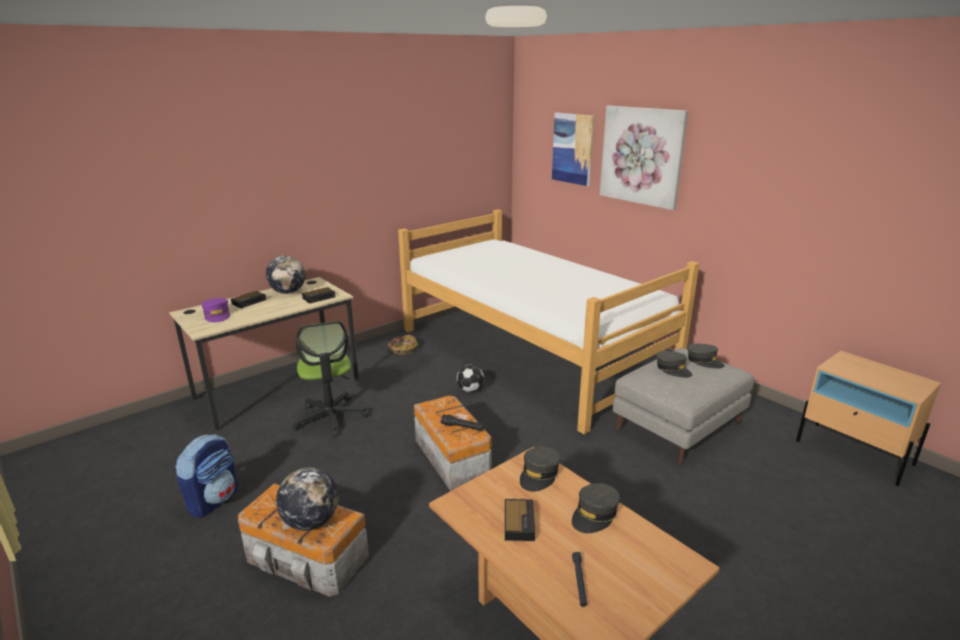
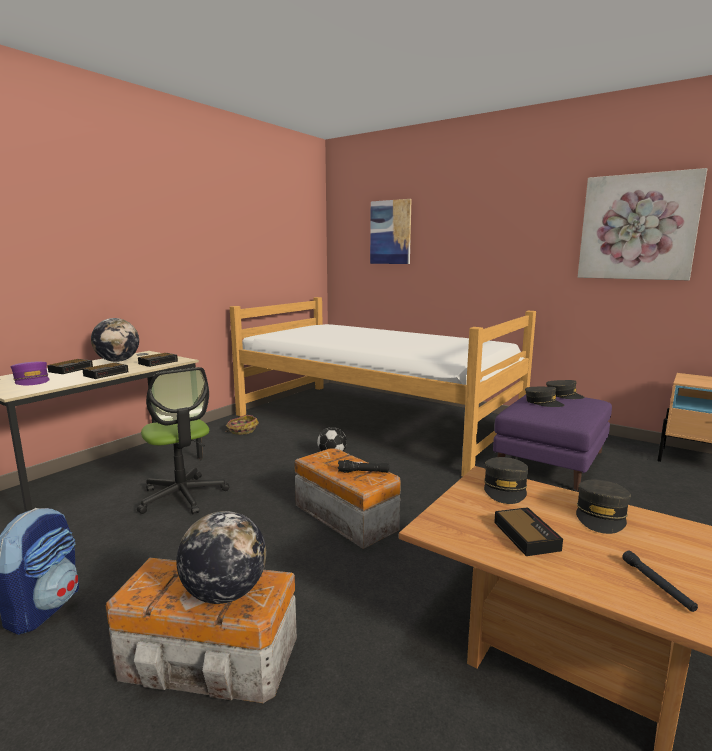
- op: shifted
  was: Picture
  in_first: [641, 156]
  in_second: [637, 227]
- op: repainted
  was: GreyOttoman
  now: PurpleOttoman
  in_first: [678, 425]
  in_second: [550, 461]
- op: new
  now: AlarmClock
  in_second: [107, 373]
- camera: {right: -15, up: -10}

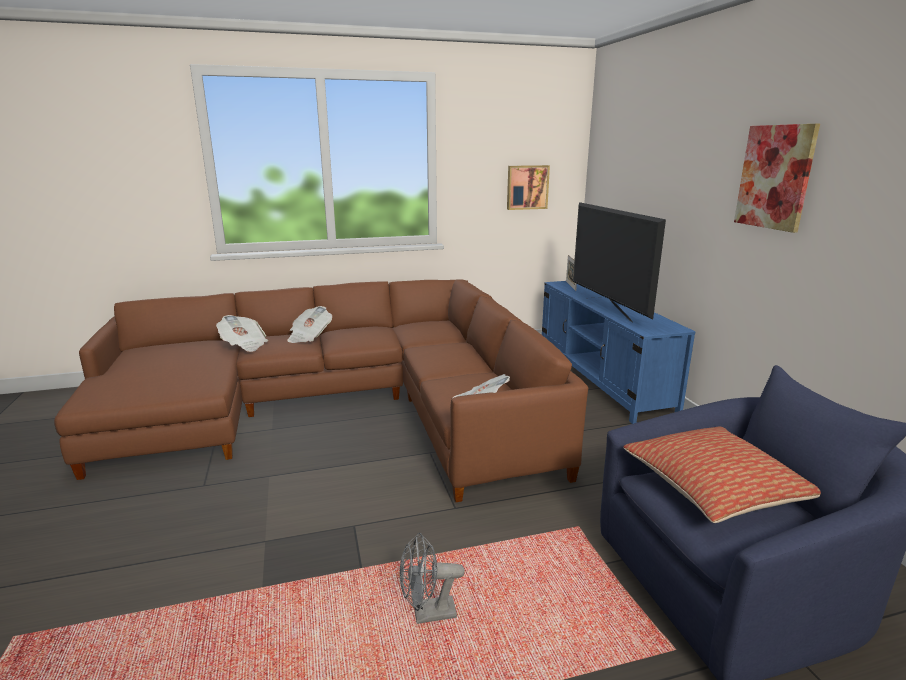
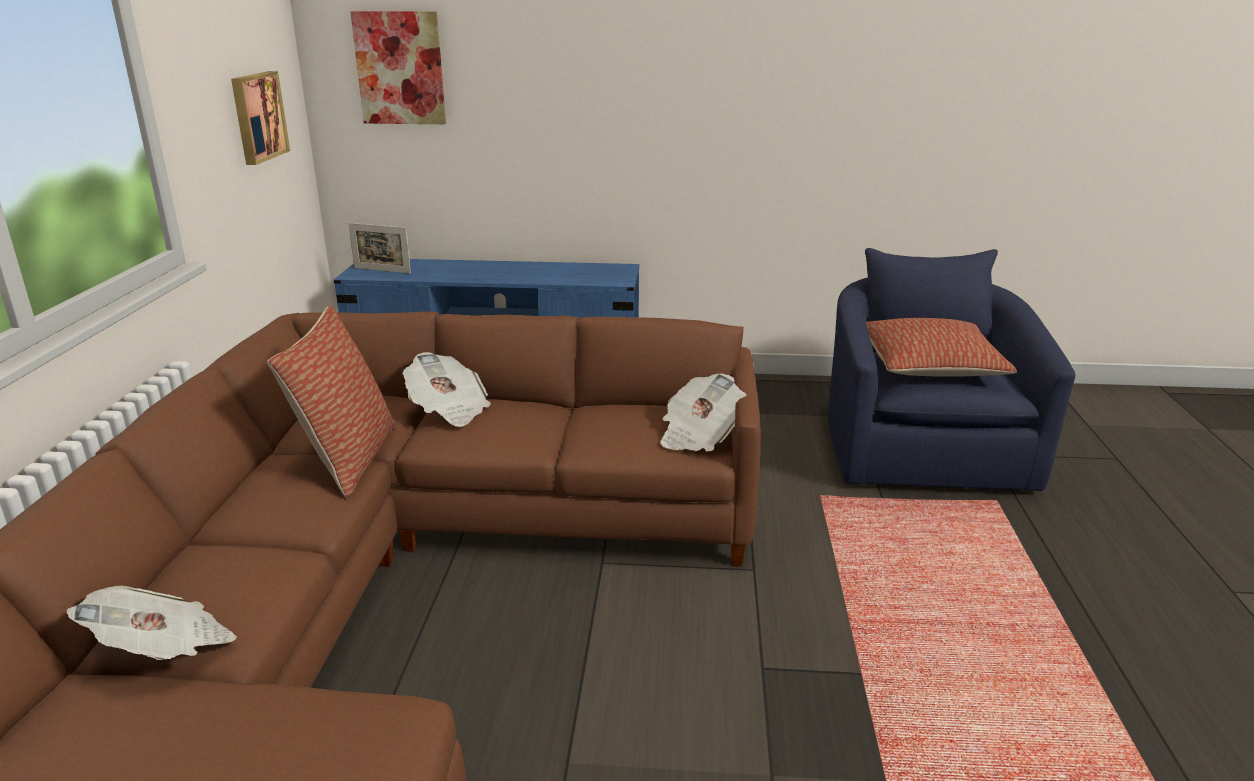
- op: shifted
  was: Picture
  in_first: [775, 177]
  in_second: [400, 68]
- op: gone
  was: Television
  in_first: [608, 309]
- op: shifted
  was: Newspaper
  in_first: [309, 336]
  in_second: [449, 409]
- op: gone
  was: GreyFan
  in_first: [427, 614]
- op: new
  now: Pillow
  in_second: [348, 459]
- camera: {right: -70, up: 5}

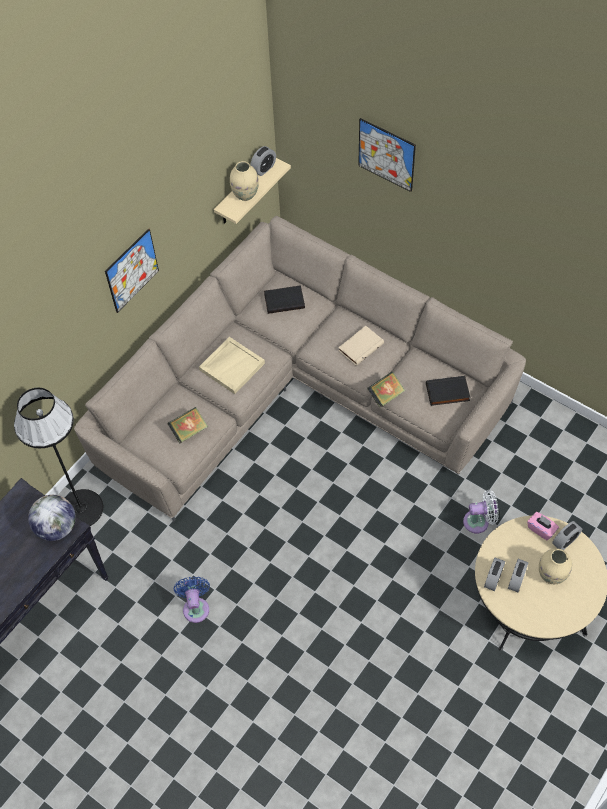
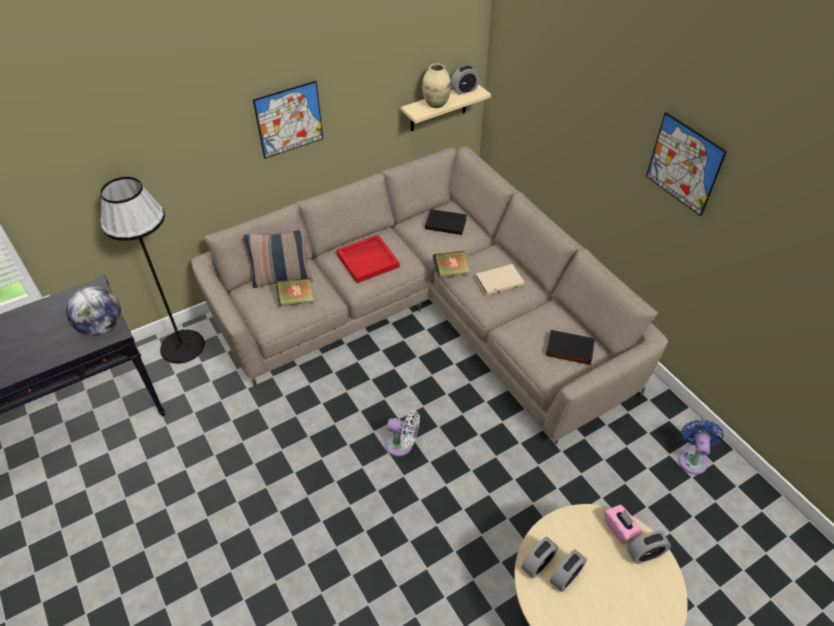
- op: shifted
  was: Picture
  in_first: [386, 155]
  in_second: [684, 164]
- op: repainted
  was: BeigeTray
  now: RedTray
  in_first: [232, 366]
  in_second: [368, 260]
- op: shifted
  was: Book
  in_first: [386, 395]
  in_second: [451, 272]
- op: shifted
  was: WhiteFan
  in_first: [479, 521]
  in_second: [402, 445]
- op: gone
  was: BeigeVase
  in_first: [551, 575]
- op: shifted
  was: BlueFan
  in_first: [196, 607]
  in_second: [692, 458]
- op: new
  now: Pillow
  in_second: [283, 279]
- camera: {right: 20, up: -10}

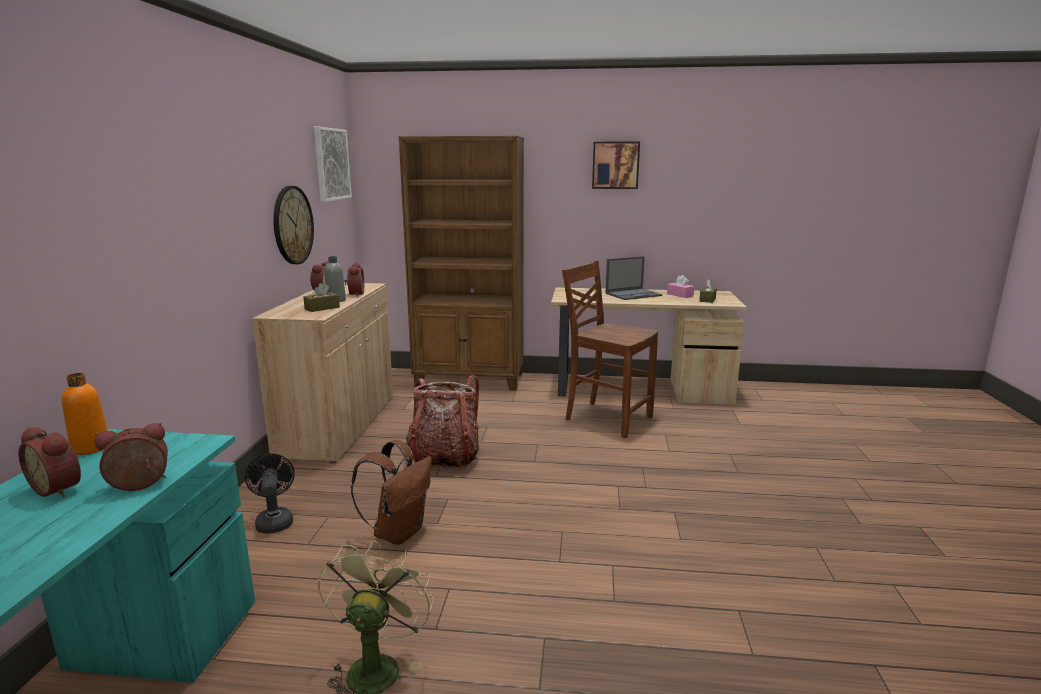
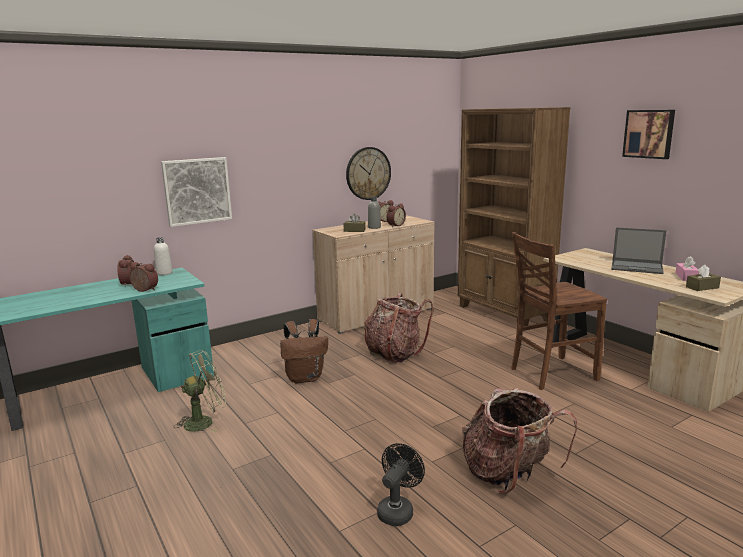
- op: shifted
  was: Picture
  in_first: [331, 164]
  in_second: [197, 191]
- op: rotated
  was: BrownChair
  in_first: [607, 418]
  in_second: [551, 373]
  clockwise: -105
- op: repainted
  was: OrangeBottle
  now: WhiteBottle
  in_first: [91, 448]
  in_second: [164, 273]
- op: shifted
  was: BlackFan
  in_first: [274, 520]
  in_second: [398, 510]
- op: new
  now: Backpack
  in_second: [509, 474]
- camera: {right: 50, up: 0}

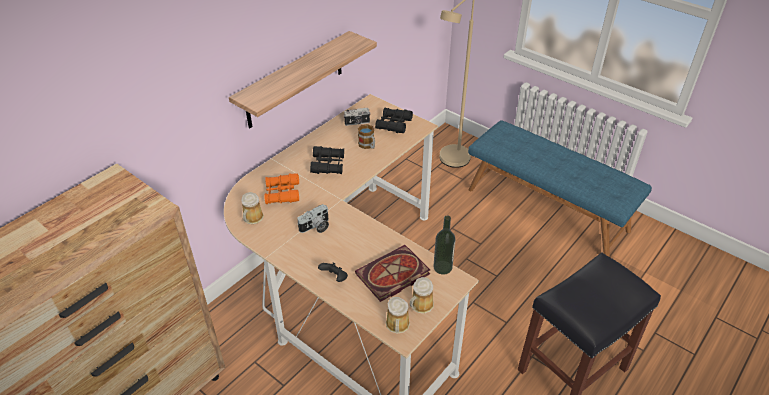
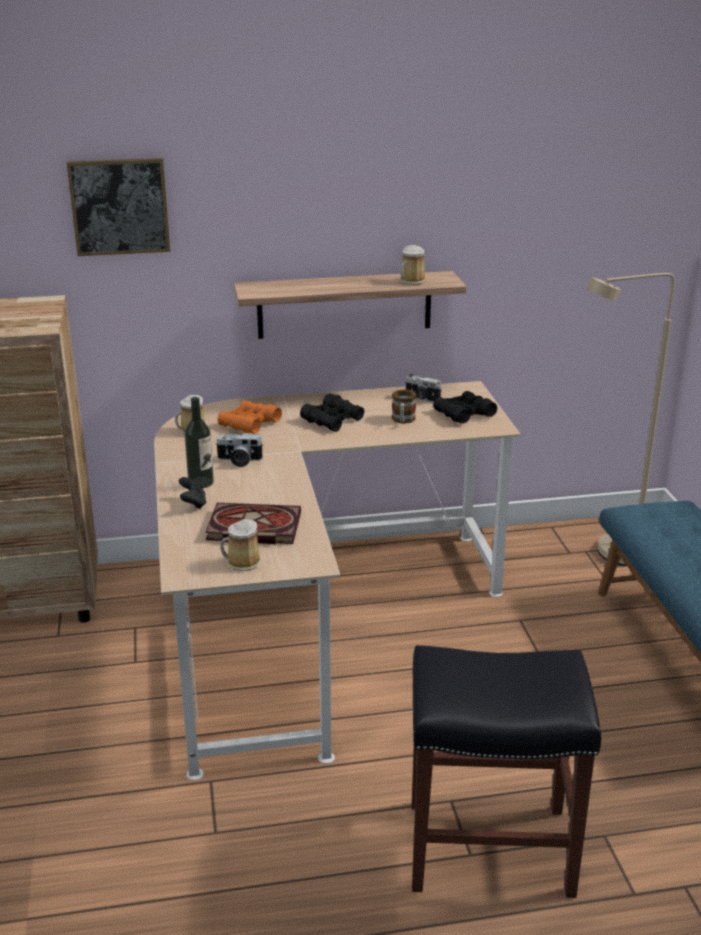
- op: shifted
  was: Bottle
  in_first: [442, 267]
  in_second: [201, 482]
- op: shifted
  was: Mug
  in_first: [397, 325]
  in_second: [411, 281]
- op: new
  now: Picture
  in_second: [119, 206]
- camera: {right: 40, up: -15}

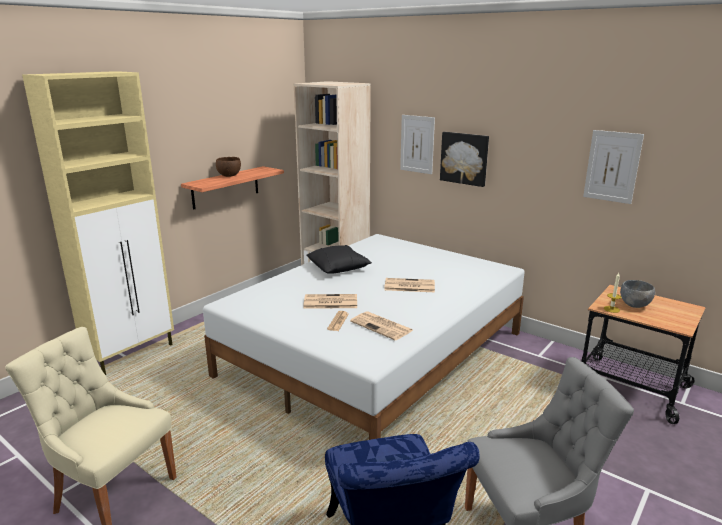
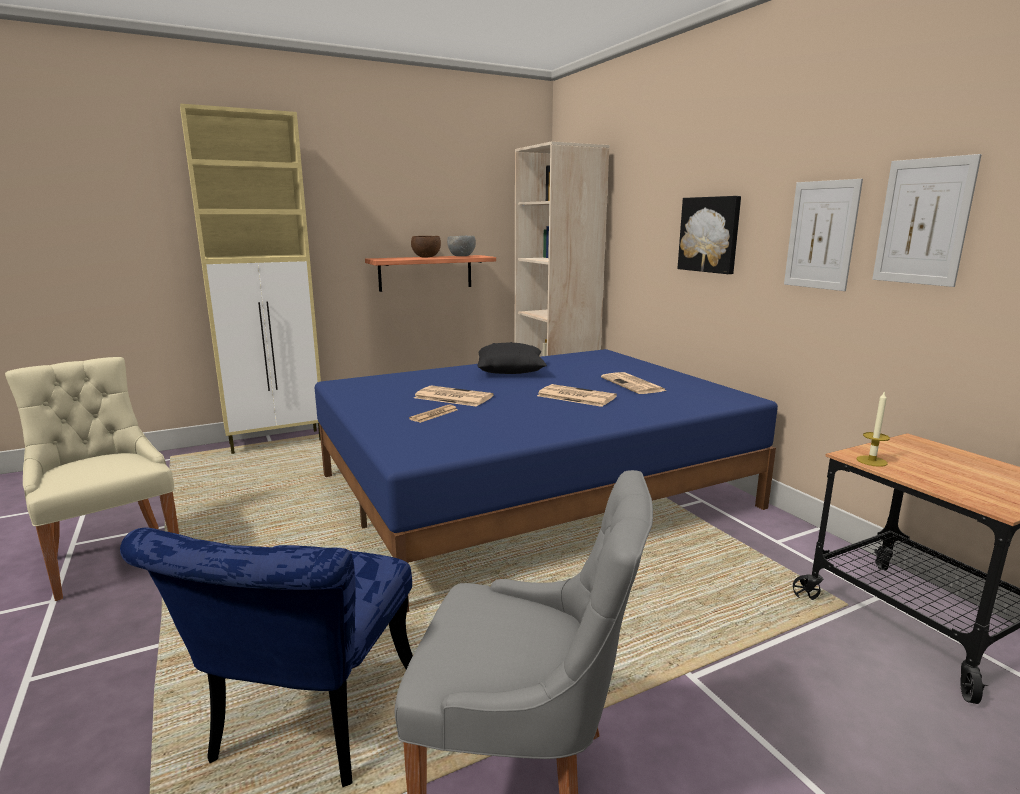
- op: shifted
  was: Picture
  in_first: [417, 144]
  in_second: [821, 235]
- op: repainted
  was: WhiteBed
  now: BlueBed
  in_first: [375, 354]
  in_second: [533, 491]
- op: shifted
  was: GreyBowl
  in_first: [634, 305]
  in_second: [462, 256]
- op: shifted
  was: Newspaper
  in_first: [382, 326]
  in_second: [634, 384]
- camera: {right: 25, up: -5}

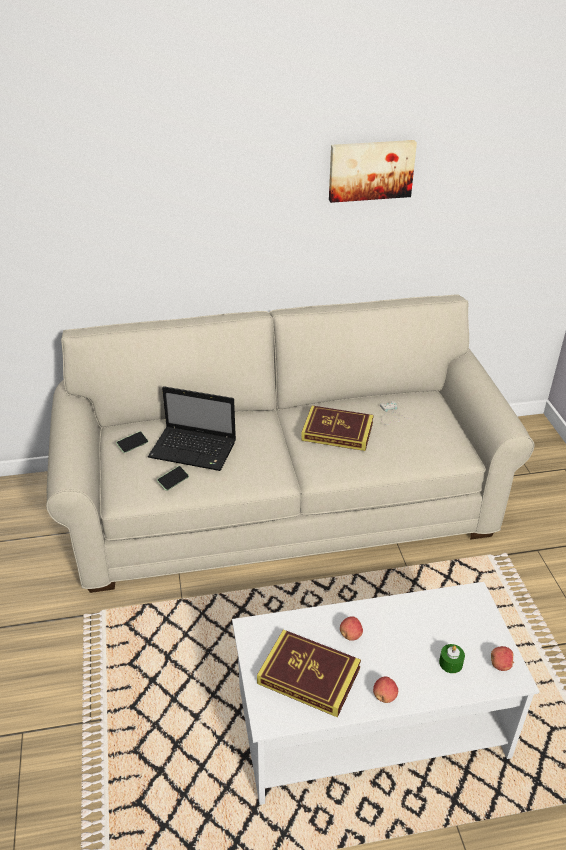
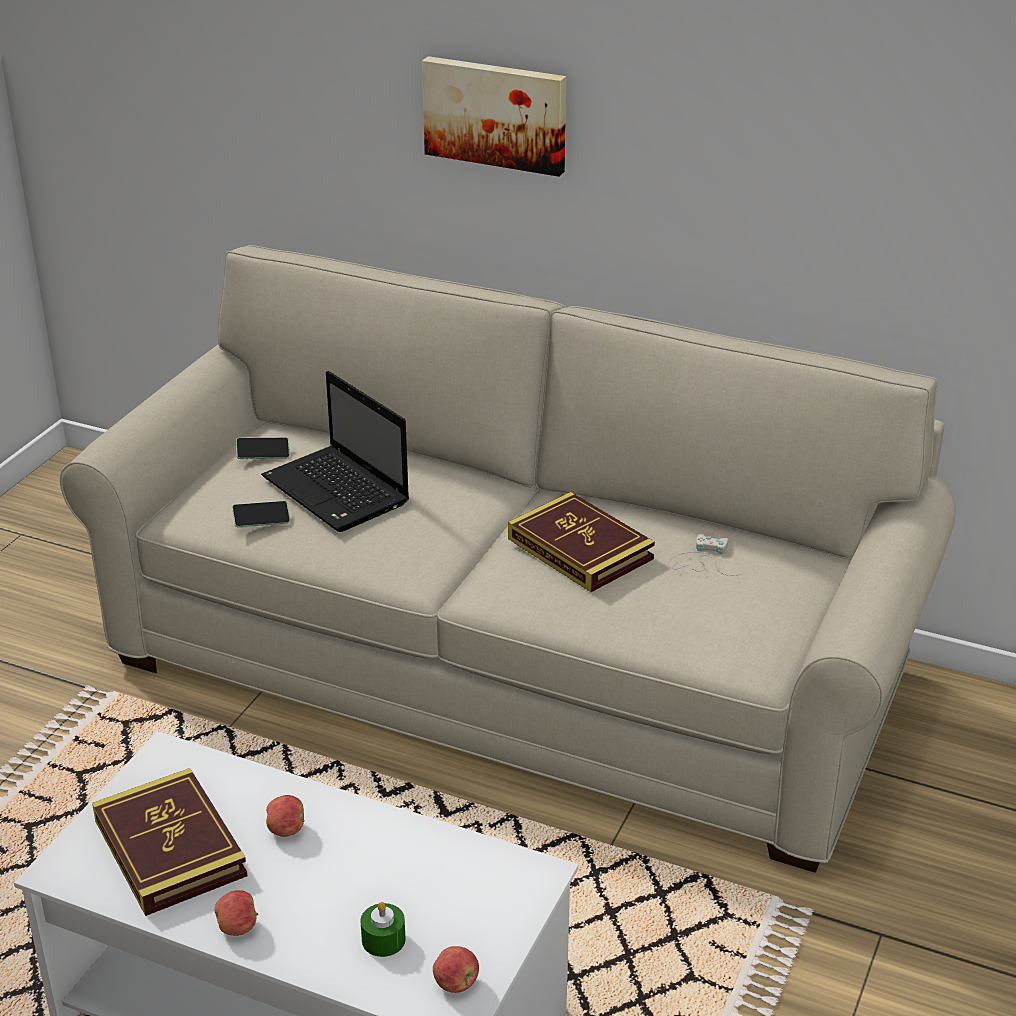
- op: shifted
  was: Picture
  in_first: [370, 170]
  in_second: [496, 114]
- camera: {right: 35, up: -5}

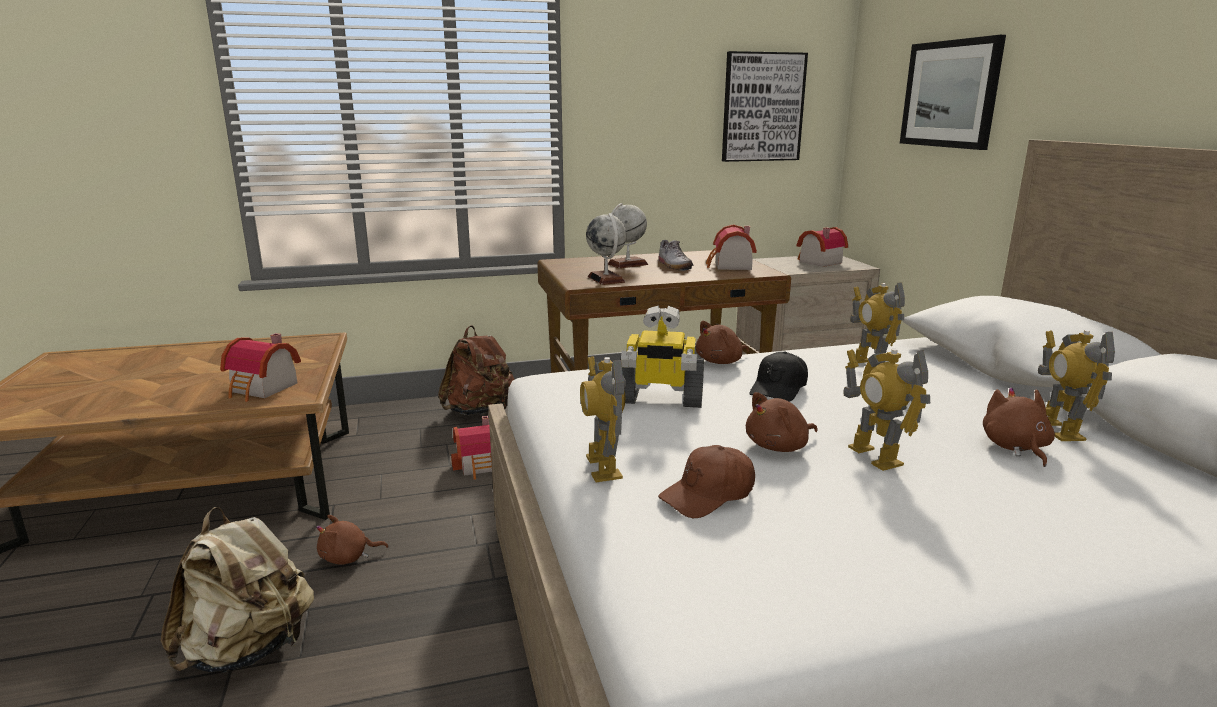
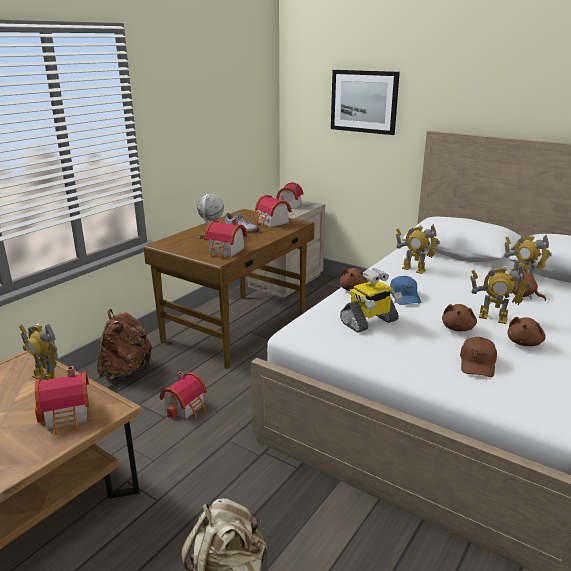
- op: gone
  was: Picture
  in_first: [762, 107]
- op: swapped
  was: Globe
  now: ToyHouse
  in_first: [606, 279]
  in_second: [226, 251]
- op: repainted
  was: BlackCap
  now: BlueCap
  in_first: [779, 389]
  in_second: [404, 296]
- op: shifted
  was: ToyRobot
  in_first: [603, 467]
  in_second: [46, 379]
- op: shifted
  was: BrownPlushToy
  in_first: [348, 557]
  in_second: [524, 342]
- camera: {right: -40, up: 5}

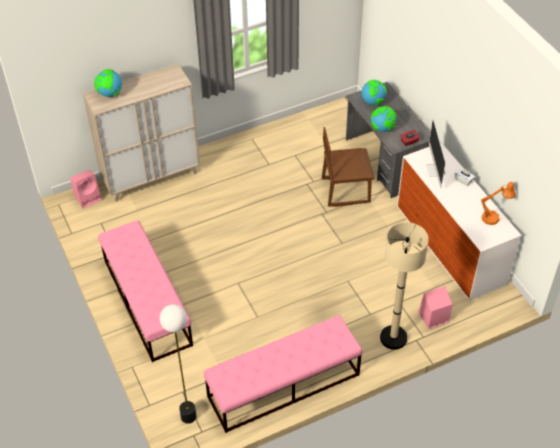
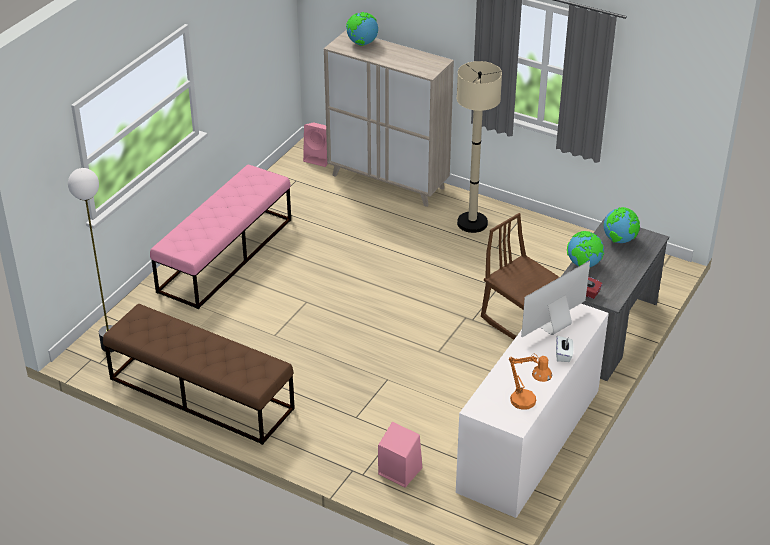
- op: shifted
  was: BeigeFloorLamp
  in_first: [393, 338]
  in_second: [472, 223]
- op: repainted
  was: PinkBench
  now: BrownBench
  in_first: [283, 385]
  in_second: [200, 393]
- camera: {right: 55, up: -10}

